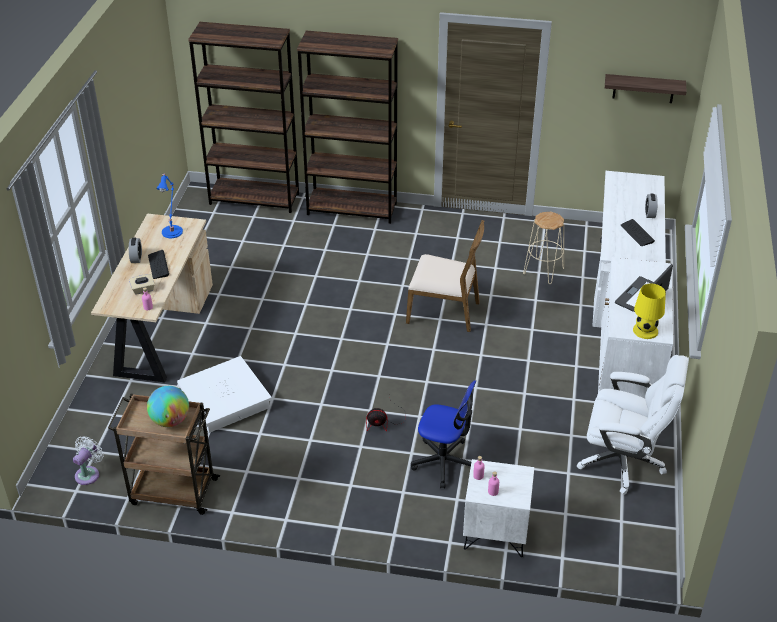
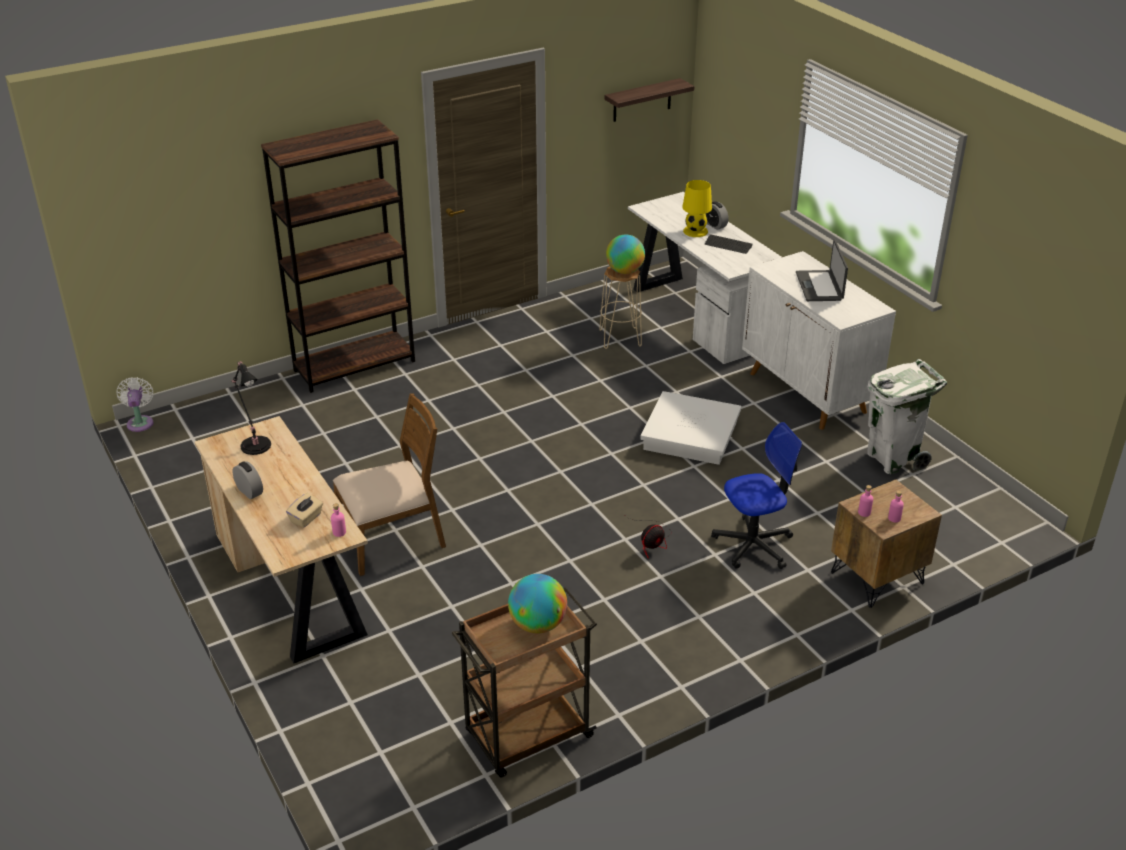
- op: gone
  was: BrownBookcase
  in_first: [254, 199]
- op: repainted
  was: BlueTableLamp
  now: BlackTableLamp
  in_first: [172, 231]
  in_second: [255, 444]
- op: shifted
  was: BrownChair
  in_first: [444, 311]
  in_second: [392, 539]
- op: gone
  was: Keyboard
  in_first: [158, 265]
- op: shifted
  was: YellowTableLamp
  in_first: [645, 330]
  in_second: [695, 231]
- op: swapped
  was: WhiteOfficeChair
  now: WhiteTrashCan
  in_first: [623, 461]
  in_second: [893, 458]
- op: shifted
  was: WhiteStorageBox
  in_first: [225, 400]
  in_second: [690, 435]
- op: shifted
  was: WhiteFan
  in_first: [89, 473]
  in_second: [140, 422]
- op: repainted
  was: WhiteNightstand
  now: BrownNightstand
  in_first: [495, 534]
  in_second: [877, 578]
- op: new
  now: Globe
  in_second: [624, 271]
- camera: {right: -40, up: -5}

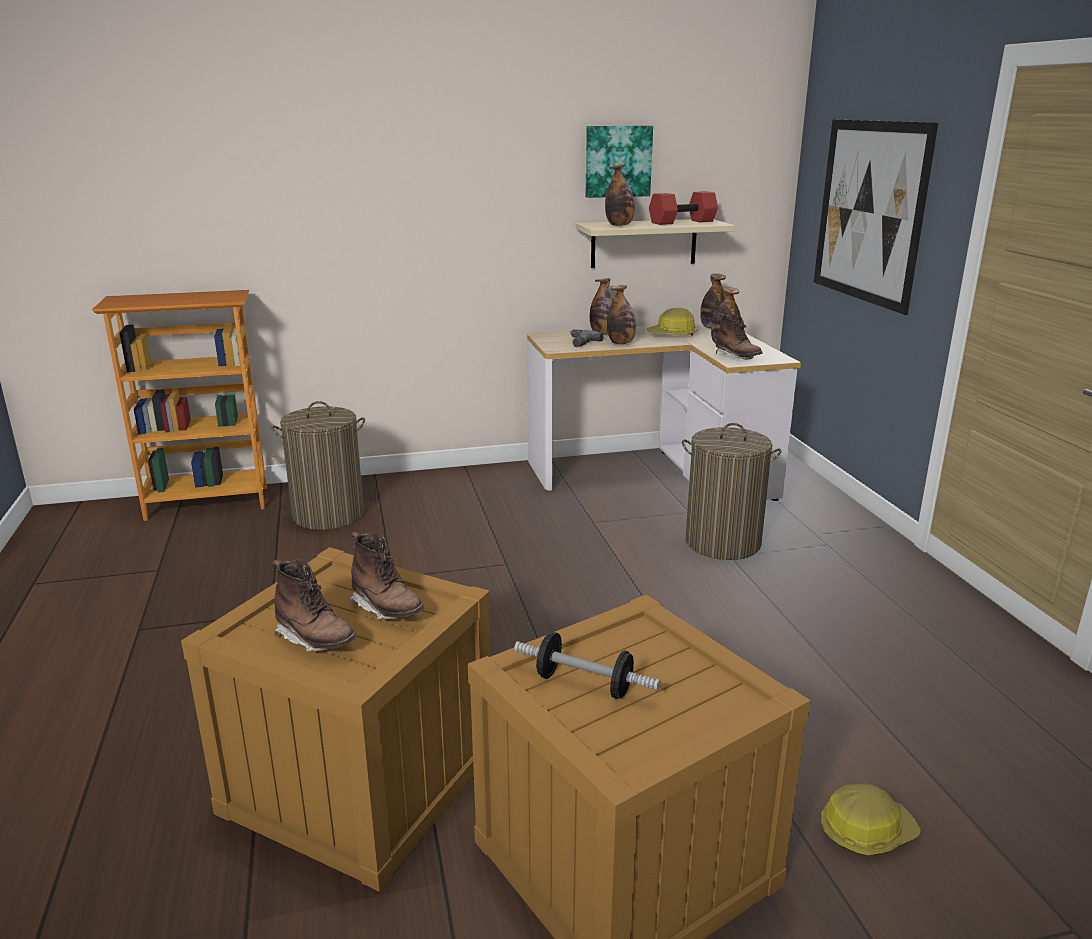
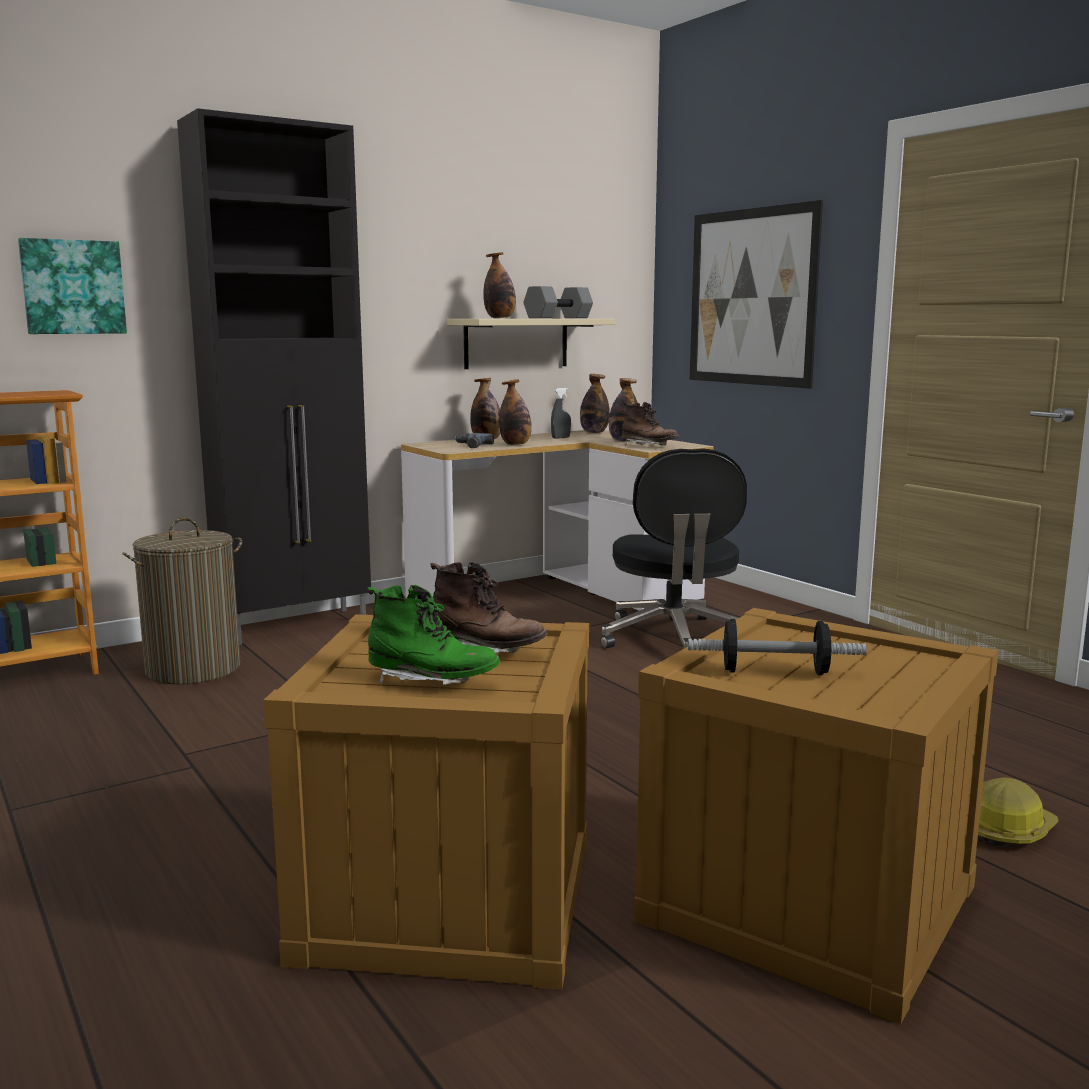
- op: shifted
  was: Picture
  in_first: [617, 161]
  in_second: [73, 287]
- op: repainted
  was: RedDumbbell
  now: GreyDumbbell
  in_first: [682, 222]
  in_second: [558, 318]
- op: swapped
  was: HardHat
  now: GreySprayBottle
  in_first: [672, 335]
  in_second: [560, 438]
- op: swapped
  was: LaundryBasket
  now: BlackOfficeChair
  in_first: [722, 543]
  in_second: [674, 639]
- op: repainted
  was: BrownBoot
  now: GreenBoot
  in_first: [315, 639]
  in_second: [432, 681]
- op: new
  now: BlackCabinet
  in_second: [296, 626]
- camera: {right: -20, up: -10}

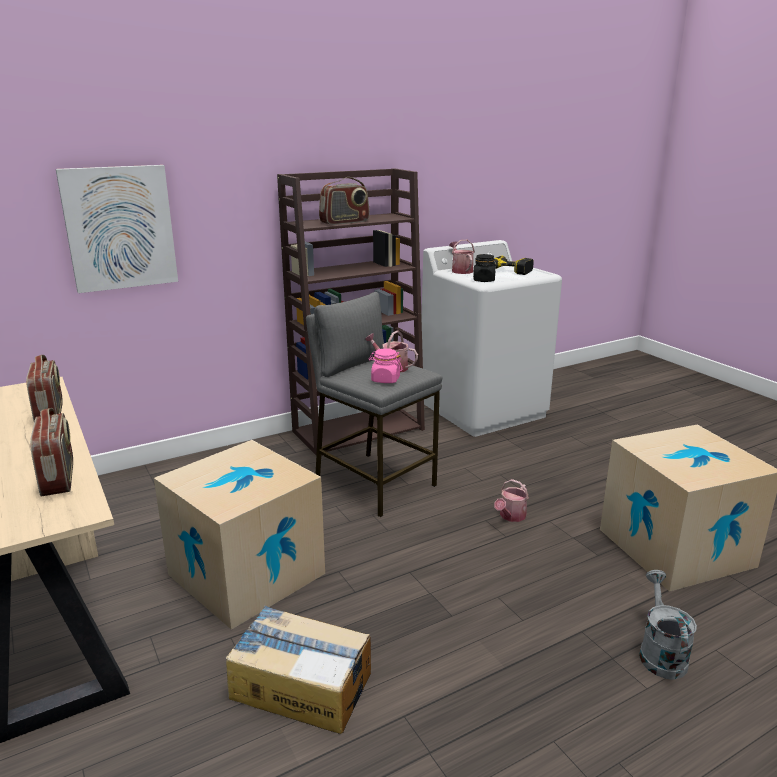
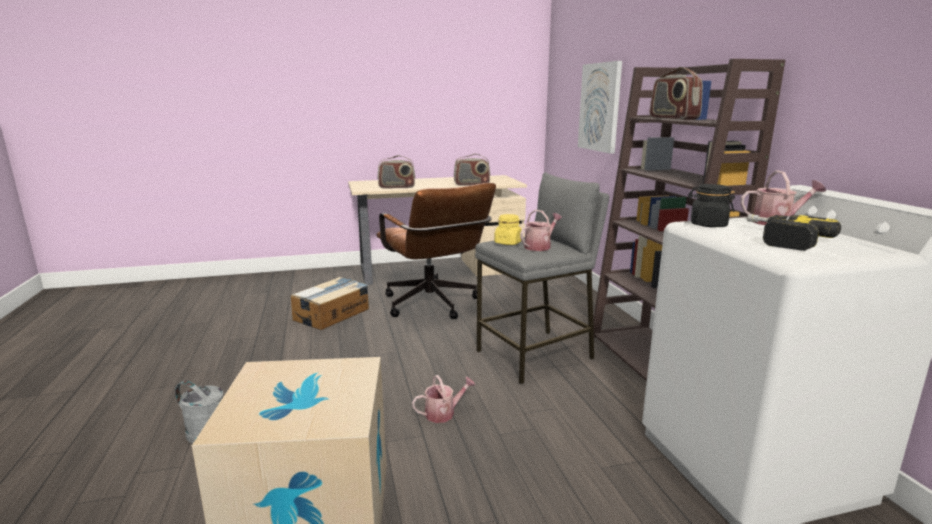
- op: repainted
  was: PinkJar
  now: YellowJar
  in_first: [385, 380]
  in_second: [508, 243]
- op: swapped
  was: CardboardBox
  now: BrownOfficeChair
  in_first: [246, 574]
  in_second: [434, 306]
- op: rotated
  was: WateringCan
  in_first: [511, 516]
  in_second: [444, 413]
  clockwise: 105
- camera: {right: 105, up: -5}

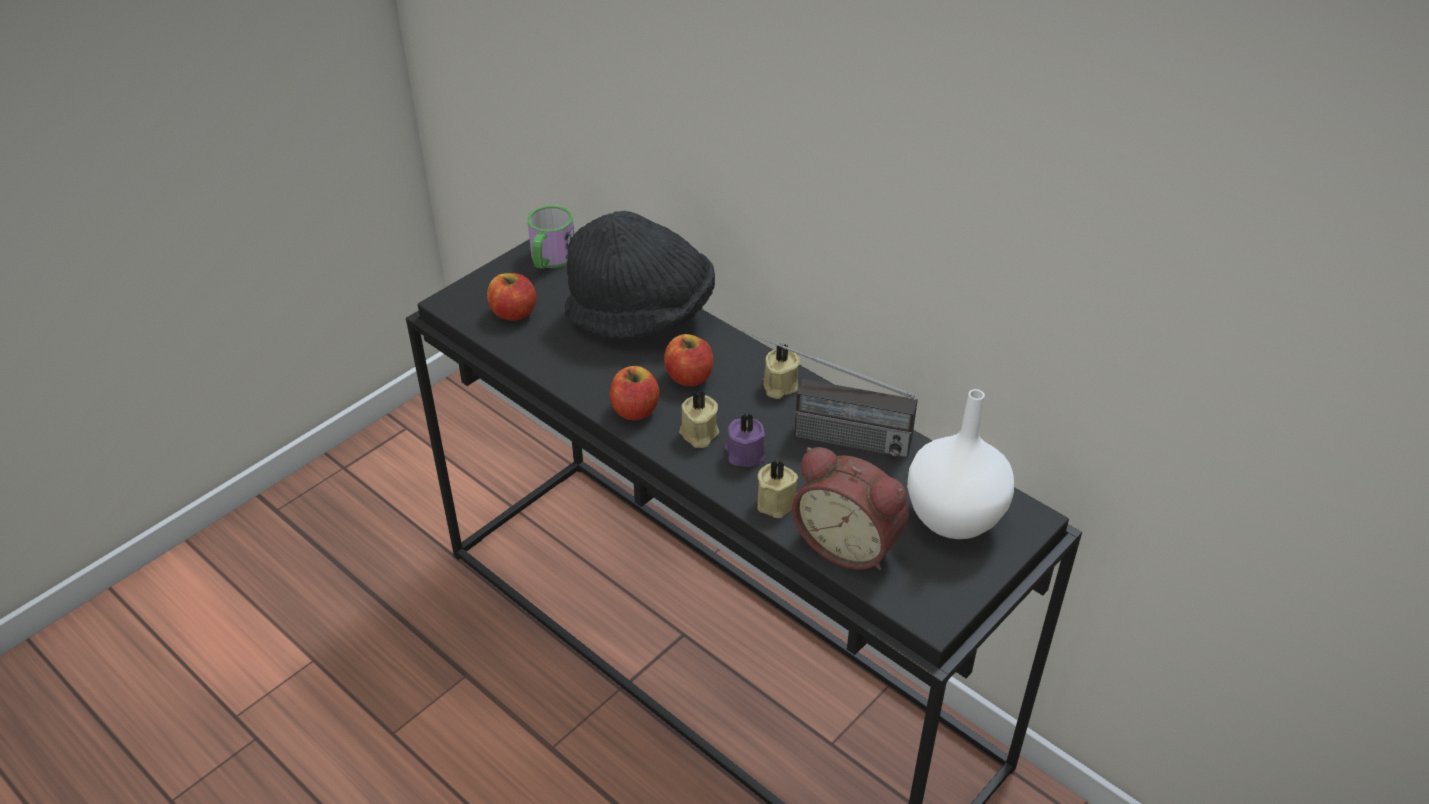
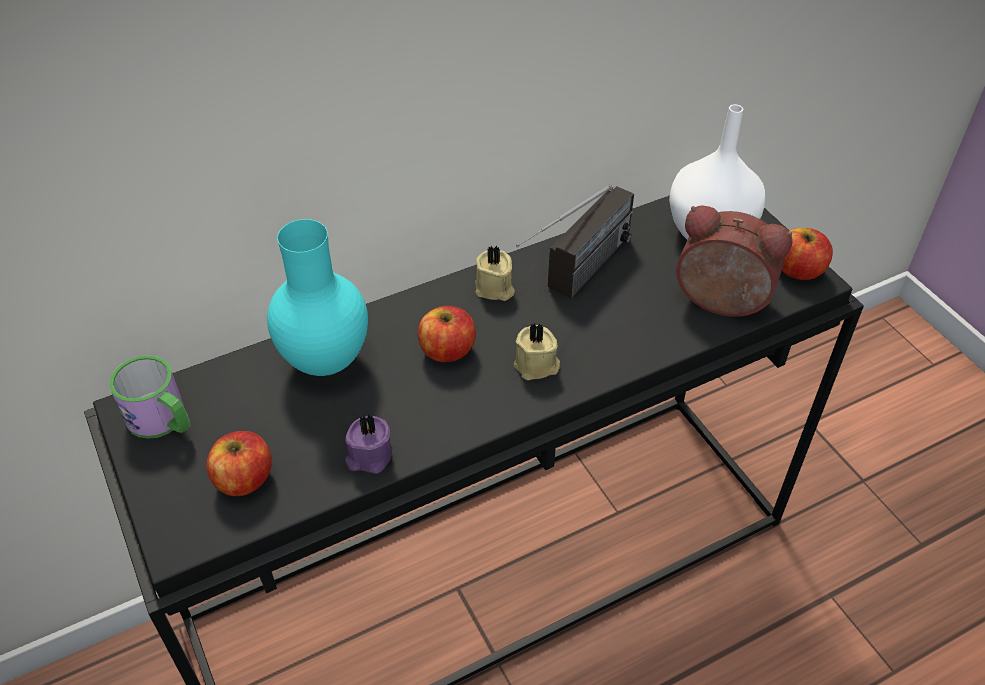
- op: swapped
  was: BlackHat
  now: TurquoiseVase
  in_first: [642, 315]
  in_second: [323, 362]
- op: shifted
  was: Apple
  in_first: [635, 410]
  in_second: [798, 270]
- op: shifted
  was: PurpleCandle
  in_first: [744, 453]
  in_second: [369, 456]
- op: rotated
  was: AlarmClock
  in_first: [849, 543]
  in_second: [720, 303]
  clockwise: -120
- op: gone
  was: BeigeCandle
  in_first: [778, 502]
- camera: {right: -70, up: 5}

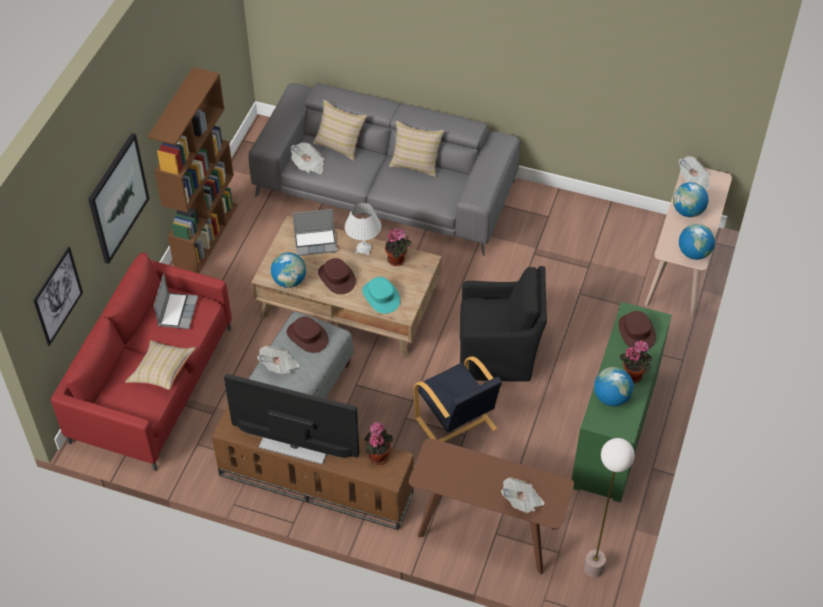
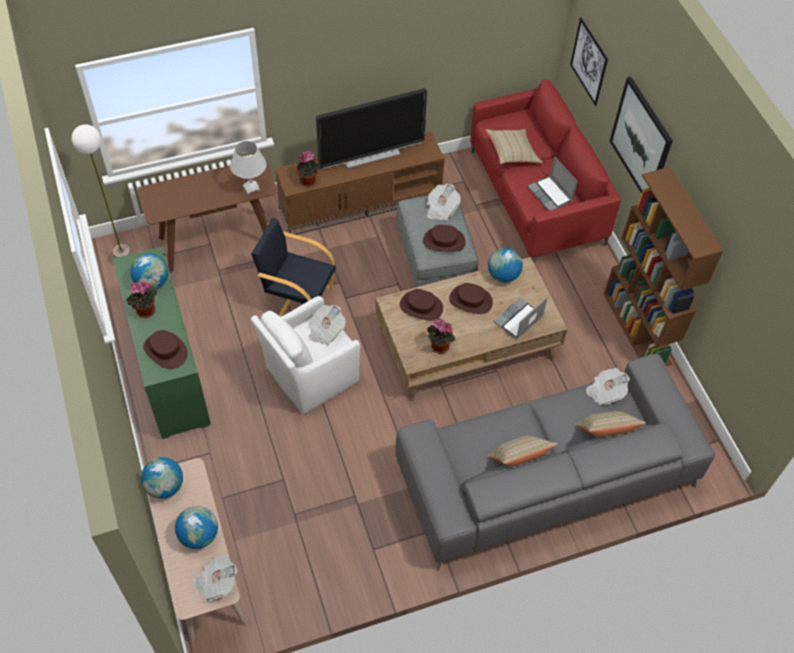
- op: shifted
  was: WhiteTableLamp
  in_first: [363, 249]
  in_second: [251, 187]
- op: repainted
  was: BlackArmchair
  now: WhiteArmchair
  in_first: [499, 354]
  in_second: [309, 376]
- op: repainted
  was: TurquoiseHat
  now: BrownHat
  in_first: [381, 296]
  in_second: [421, 307]
- op: shifted
  was: Newspaper
  in_first: [522, 501]
  in_second: [325, 331]
- camera: {right: 140, up: 5}

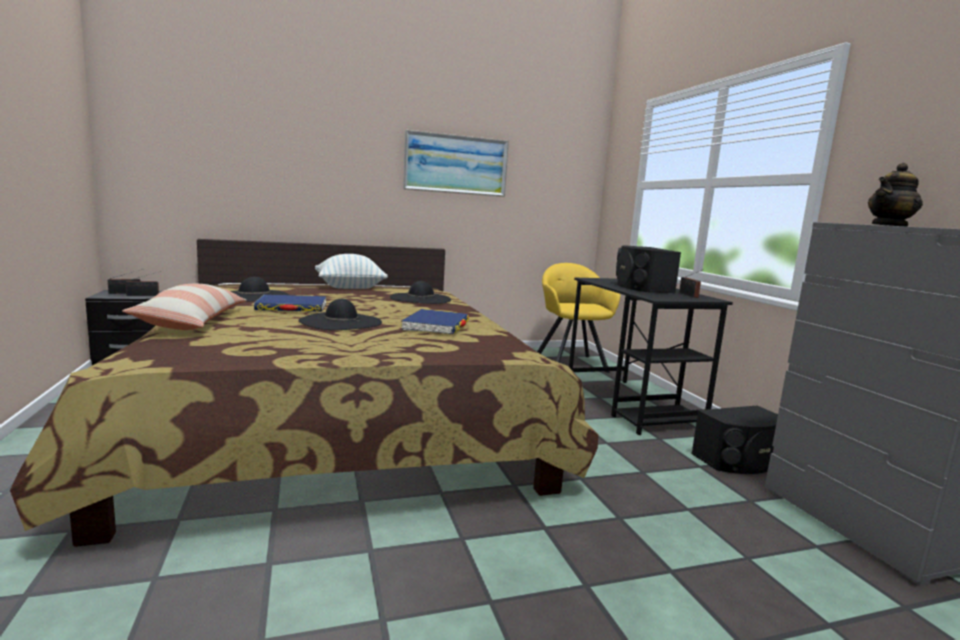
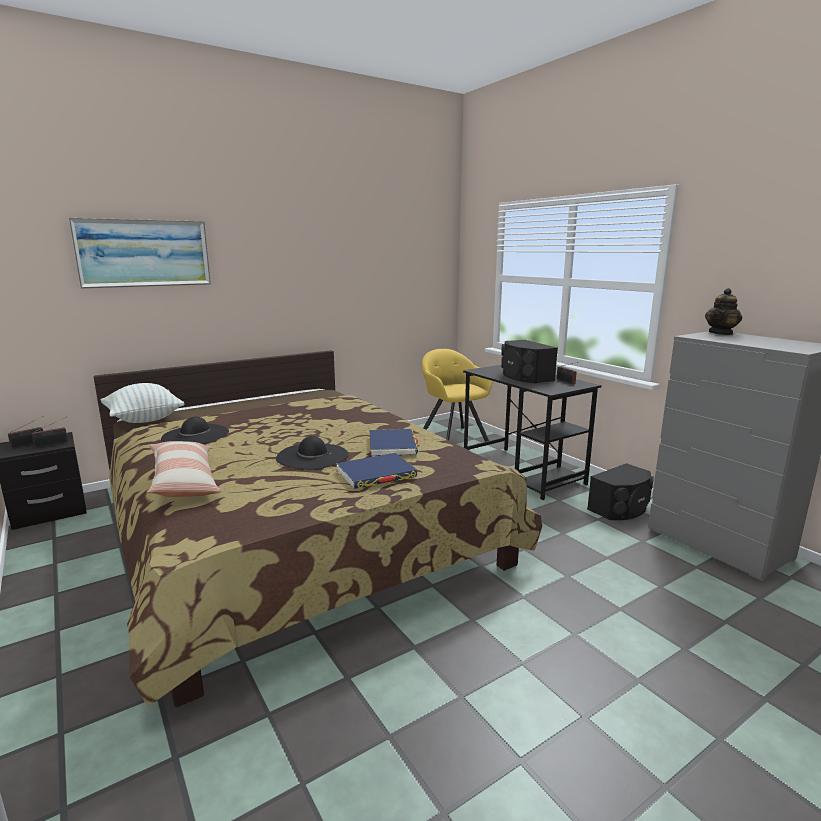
- op: shifted
  was: Picture
  in_first: [456, 164]
  in_second: [144, 253]
- op: shifted
  was: Pillow
  in_first: [349, 289]
  in_second: [144, 419]
- op: gone
  was: BlackHat
  in_first: [420, 298]
- op: shifted
  was: BlueBook
  in_first: [292, 307]
  in_second: [376, 474]
- camera: {right: -15, up: 5}

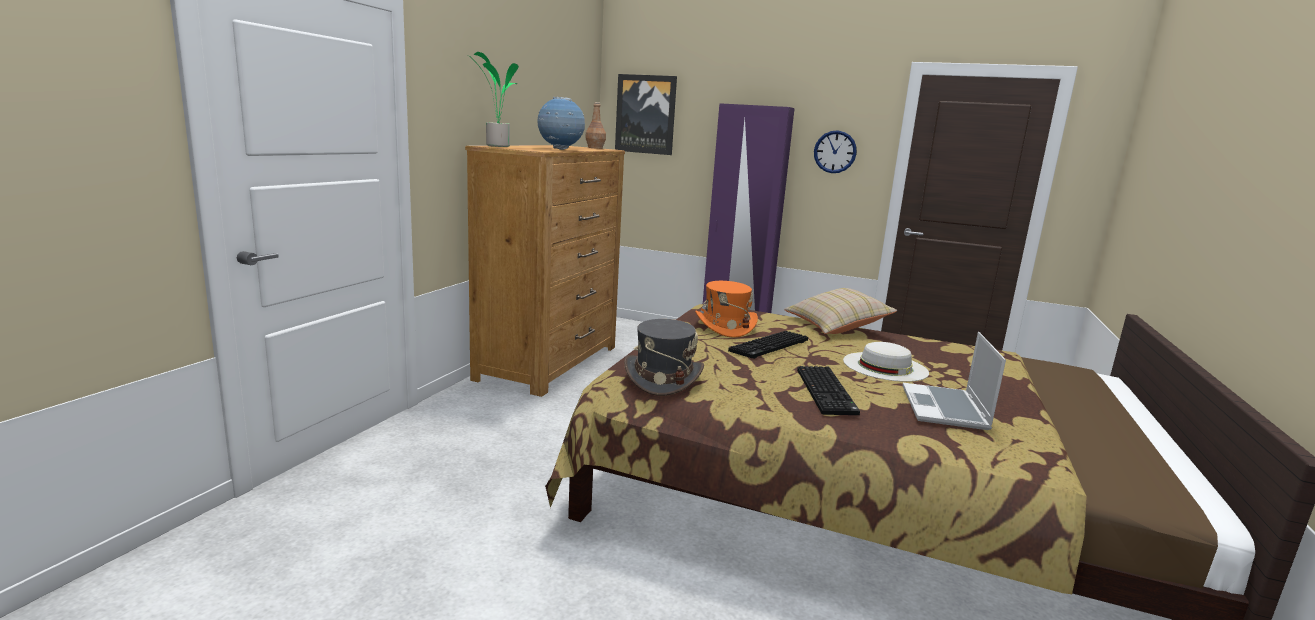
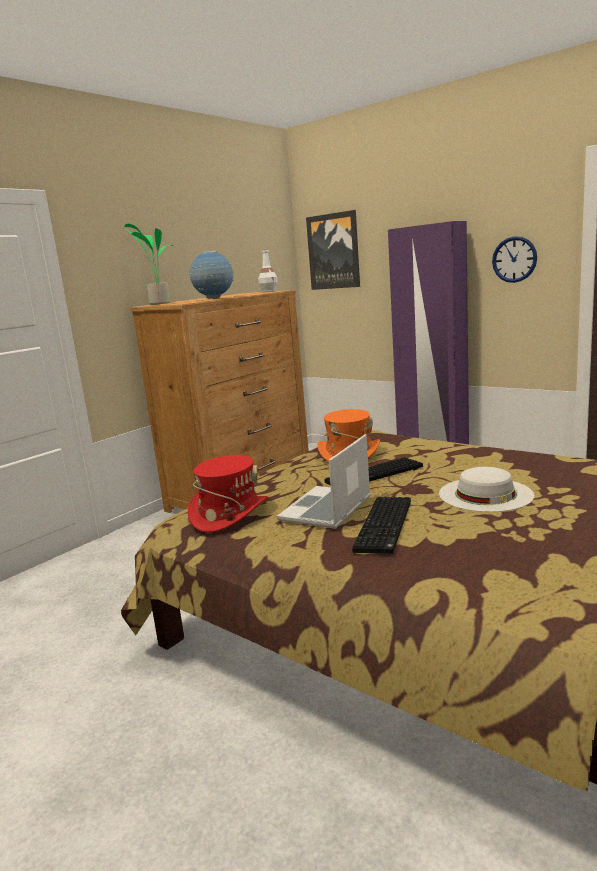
- op: repainted
  was: BrownBottle
  now: WhiteBottle
  in_first: [595, 148]
  in_second: [269, 291]
- op: gone
  was: BeigePillow
  in_first: [836, 327]
- op: repainted
  was: GreyHat
  now: RedHat
  in_first: [662, 378]
  in_second: [229, 514]
- op: shifted
  was: Laptop
  in_first: [945, 409]
  in_second: [326, 510]
- camera: {right: 20, up: 0}

